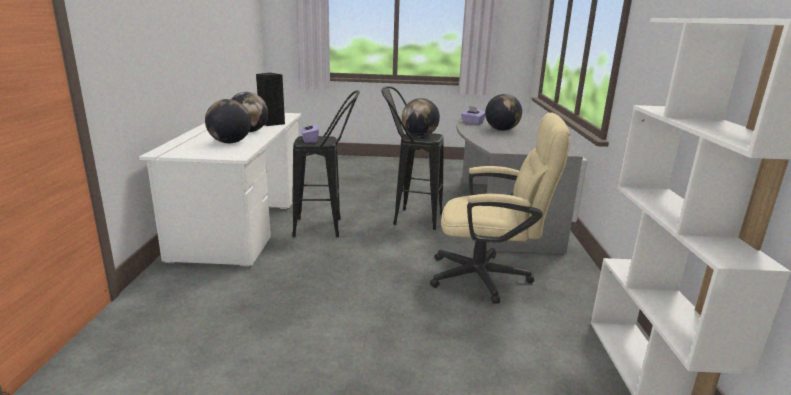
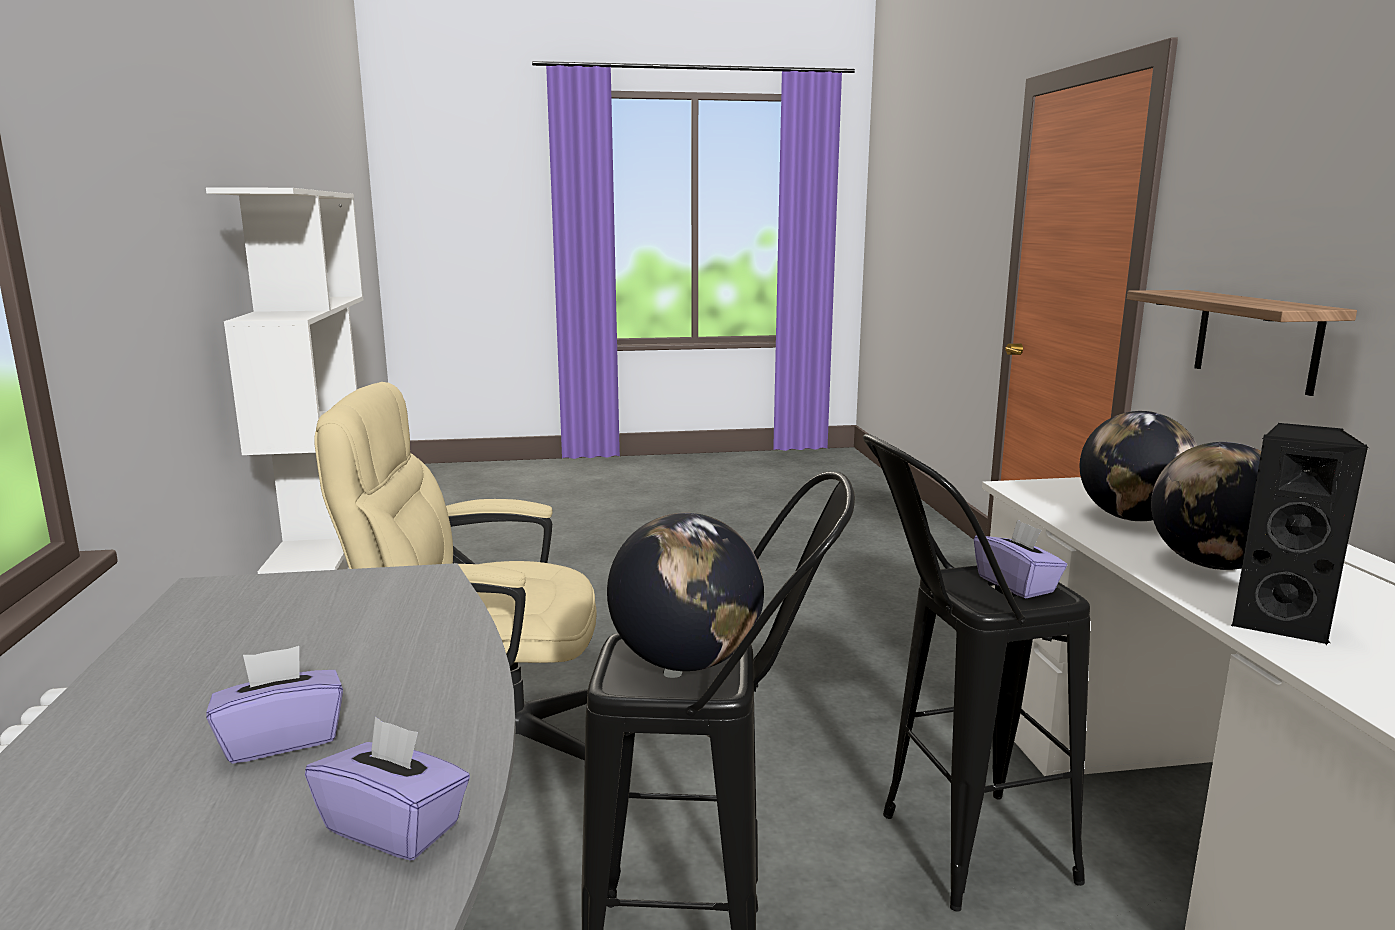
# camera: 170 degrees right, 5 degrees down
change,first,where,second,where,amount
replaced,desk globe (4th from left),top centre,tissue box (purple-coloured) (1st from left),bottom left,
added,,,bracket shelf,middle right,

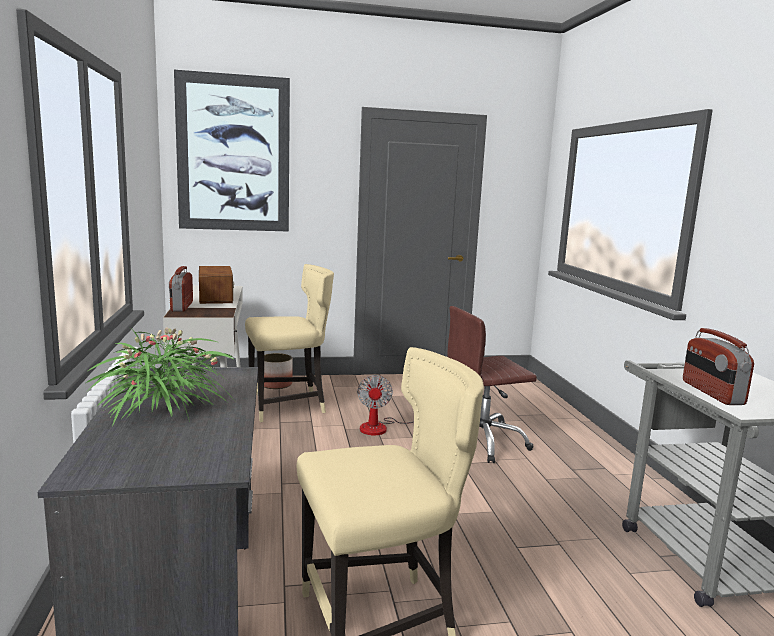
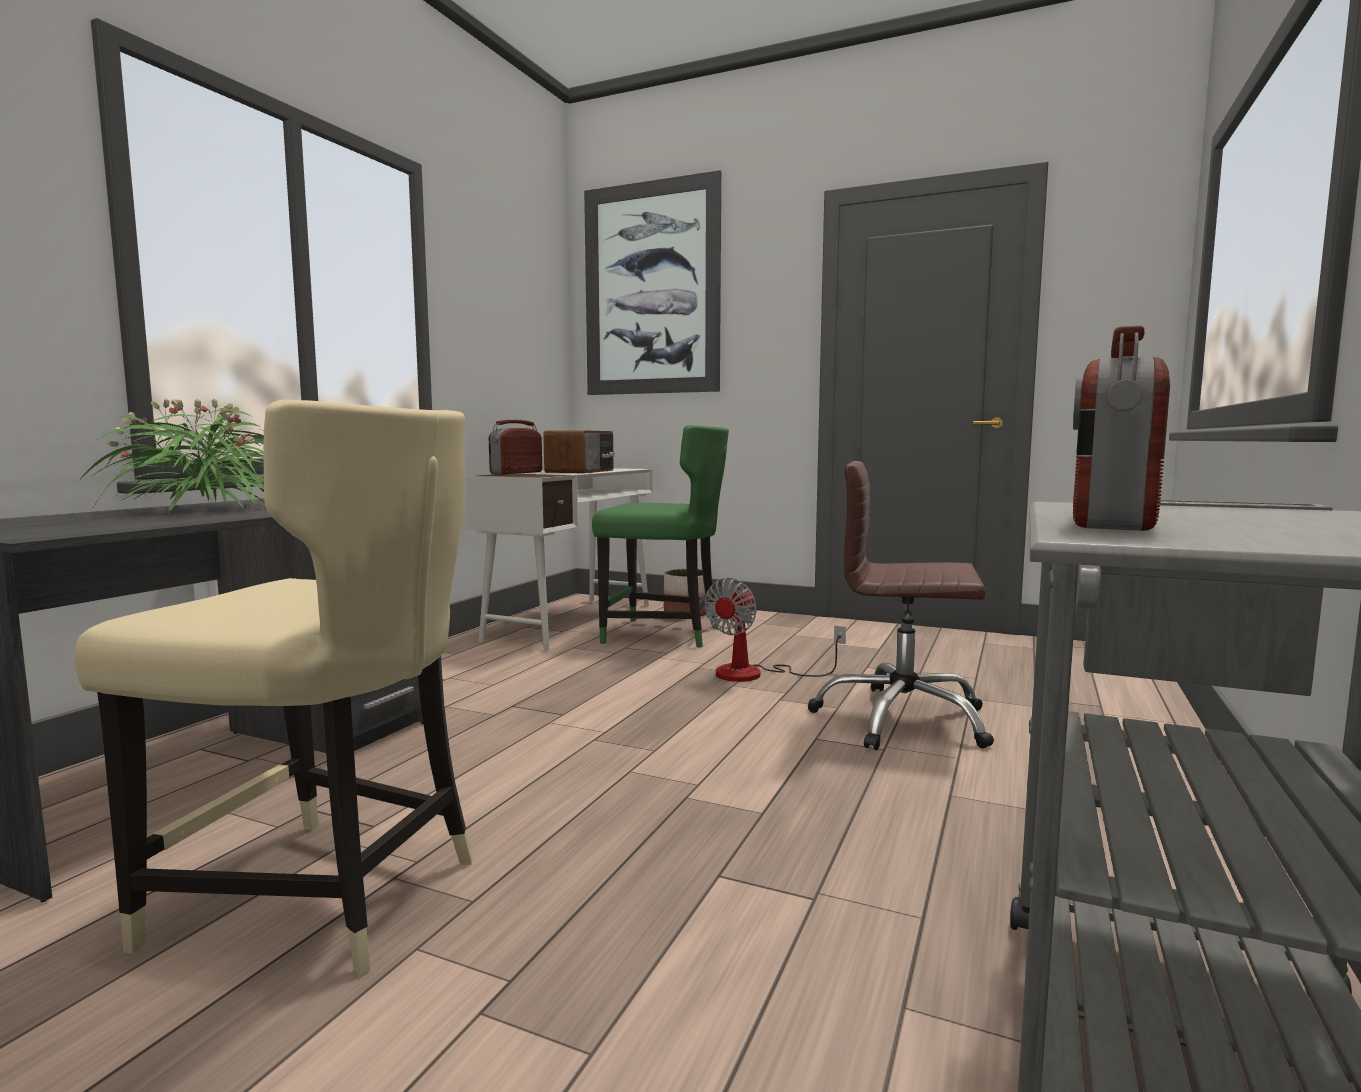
# camera: 35 degrees right, 5 degrees down
change,first,where,second,where,amount
recoloured,plain chair (sand-coloured) (1st from left),centre,plain chair (greenish),centre,

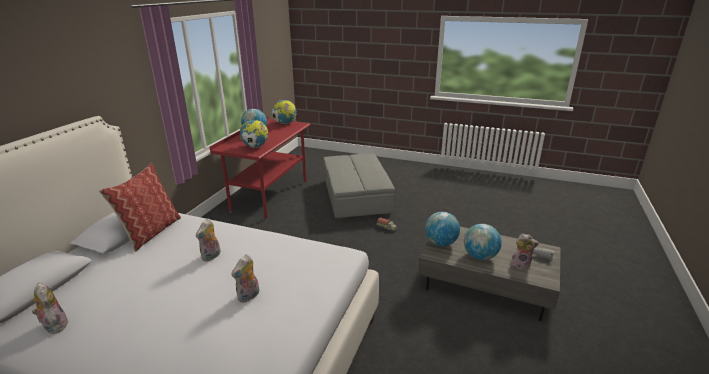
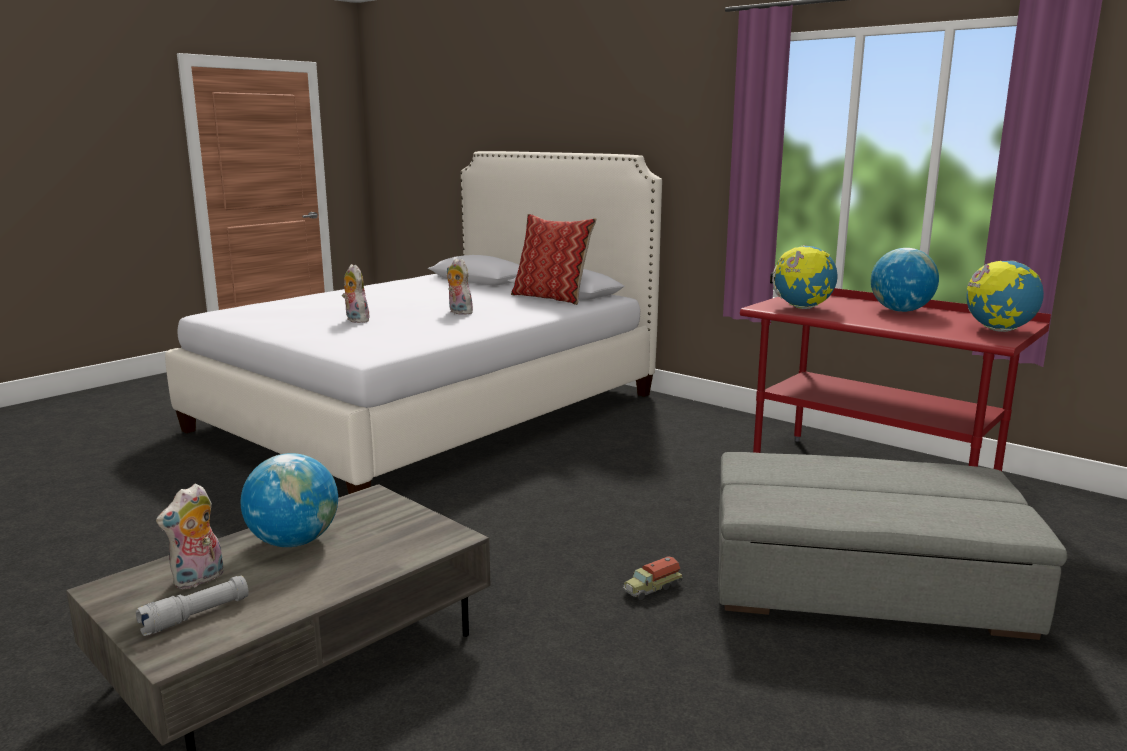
# camera: 110 degrees right, 10 degrees down
change,first,where,second,where,amount
removed,desk globe (4th from left),centre,,,
removed,plush toy (1st from left),bottom left,,,

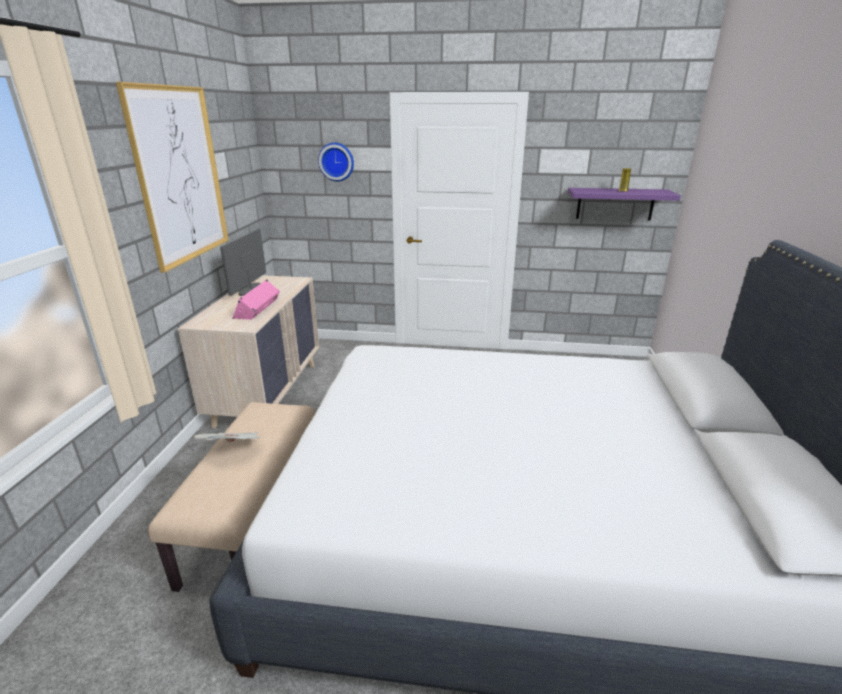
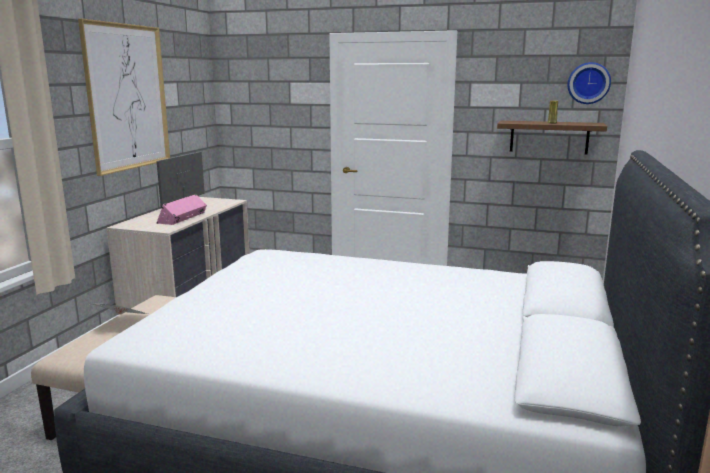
# camera: 10 degrees right, 10 degrees down
change,first,where,second,where,amount
moved,clock on the wall,top centre,,top right,
recoloured,bracket shelf (purple-coloured),top right,bracket shelf (brownish),top right,

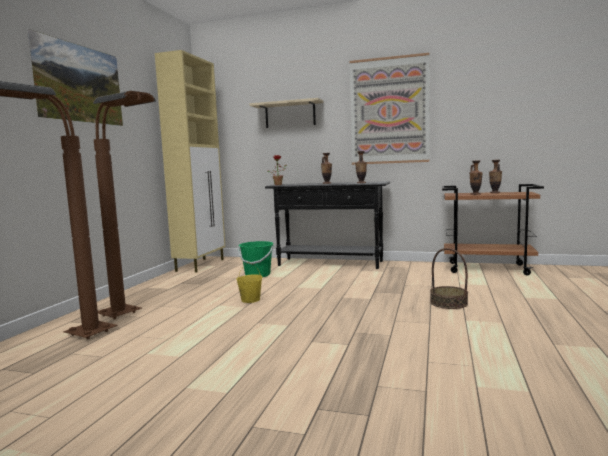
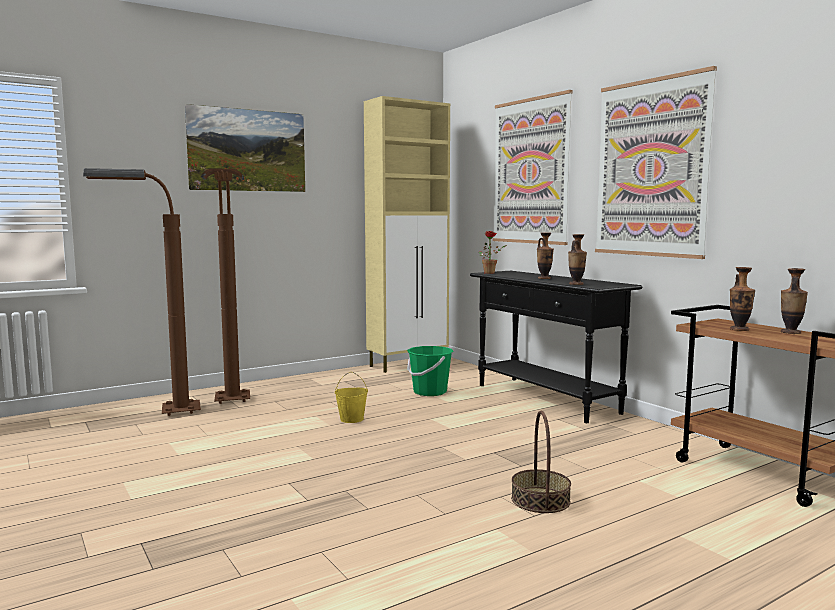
# camera: 40 degrees right, 0 degrees up
change,first,where,second,where,amount
replaced,bracket shelf (sand-coloured),top centre,wall art (2nd from left),top centre,

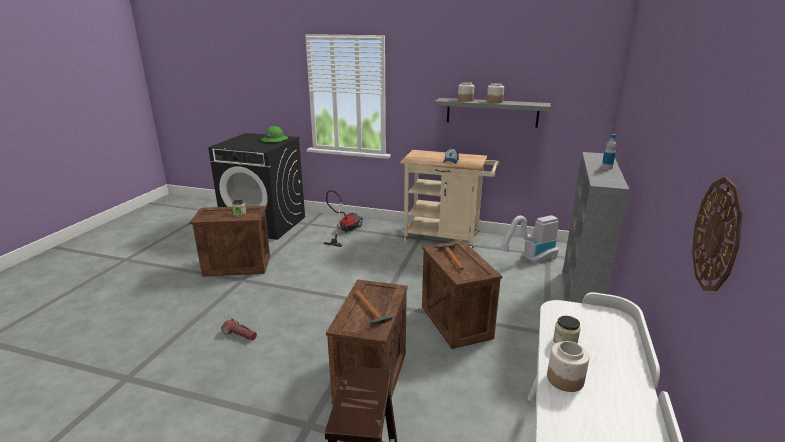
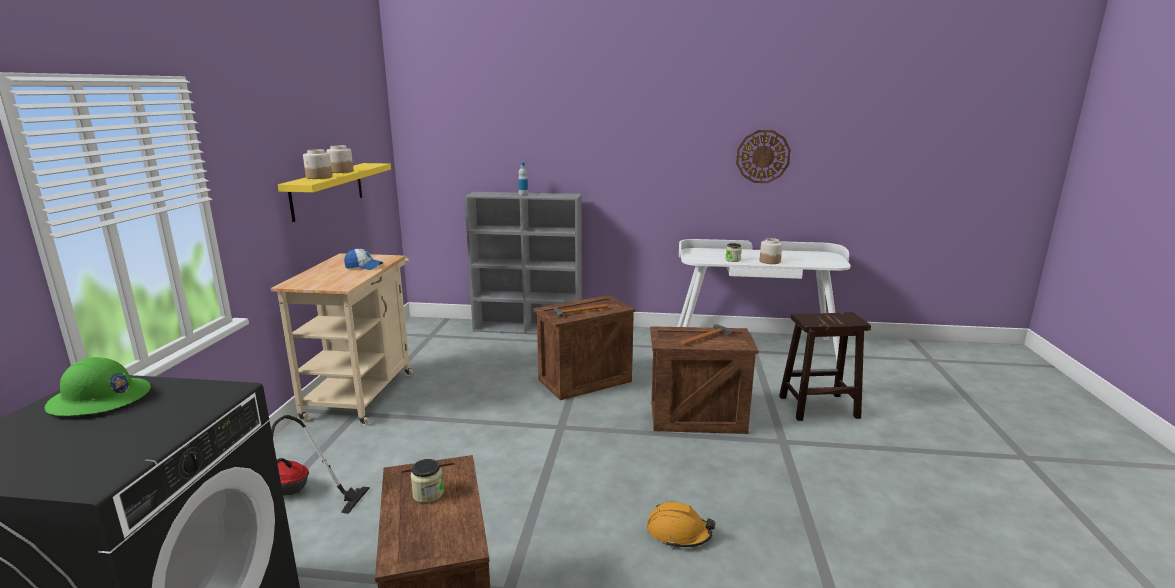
# camera: 100 degrees left, 5 degrees down
change,first,where,second,where,amount
recoloured,bracket shelf (greyish),top centre,bracket shelf (yellow-coloured),top left,
removed,hoover (2nd from left),middle right,,,
replaced,torch,bottom left,hard hat (orangey),bottom centre,

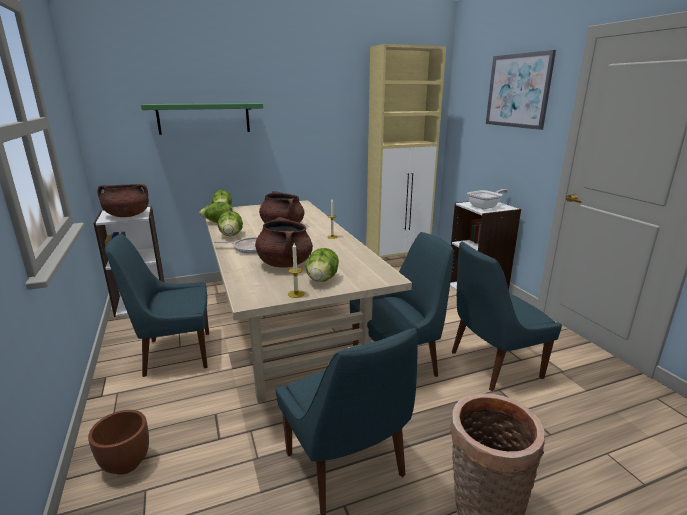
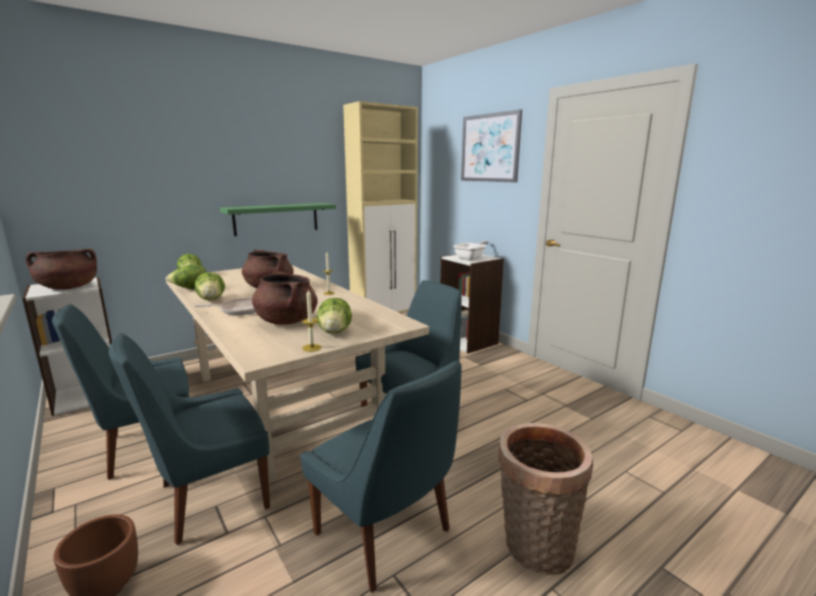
# camera: 15 degrees left, 5 degrees down
change,first,where,second,where,amount
moved,bracket shelf (greenish),top left,,centre,
moved,plain chair (blue) (4th from left in the first image),middle right,plain chair (blue) (2nd from left),bottom left,

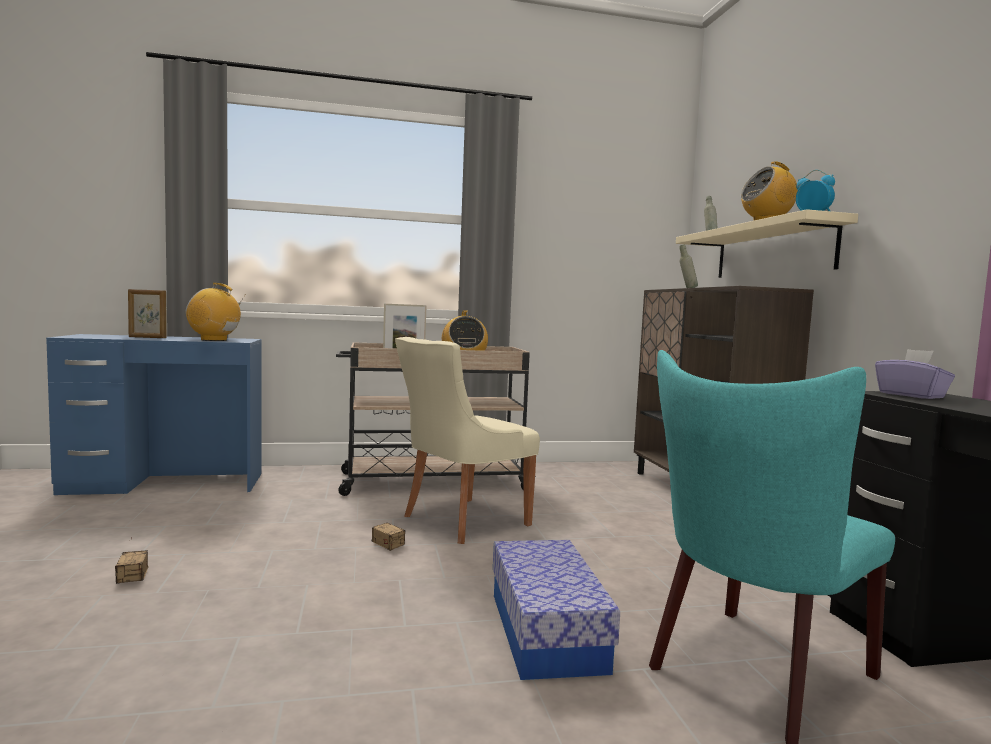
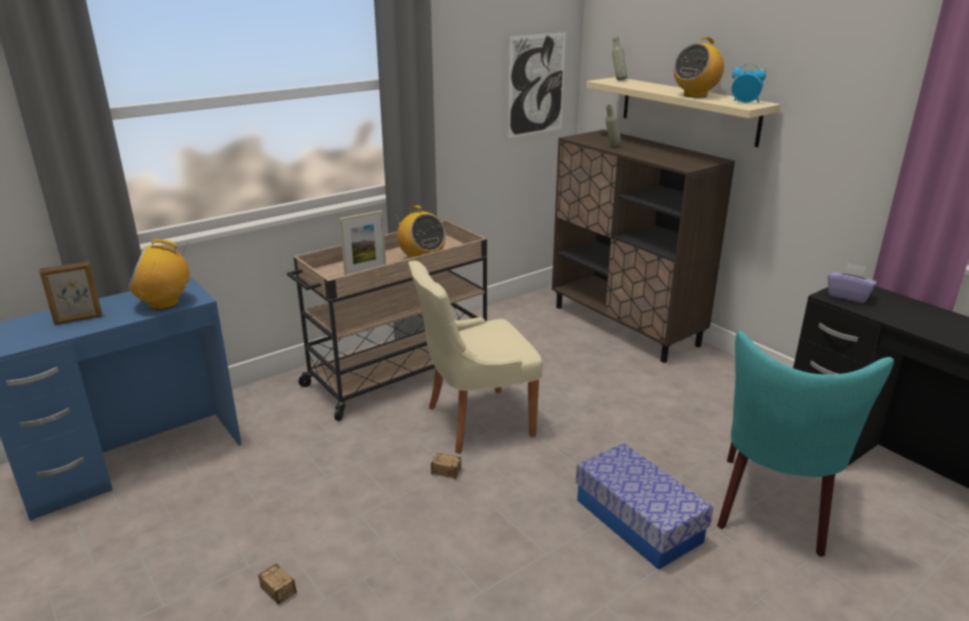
# camera: 25 degrees left, 20 degrees up
change,first,where,second,where,amount
turned,plain chair (sand-coloured),centre,,centre,45 degrees clockwise
added,,,wall art,top centre,

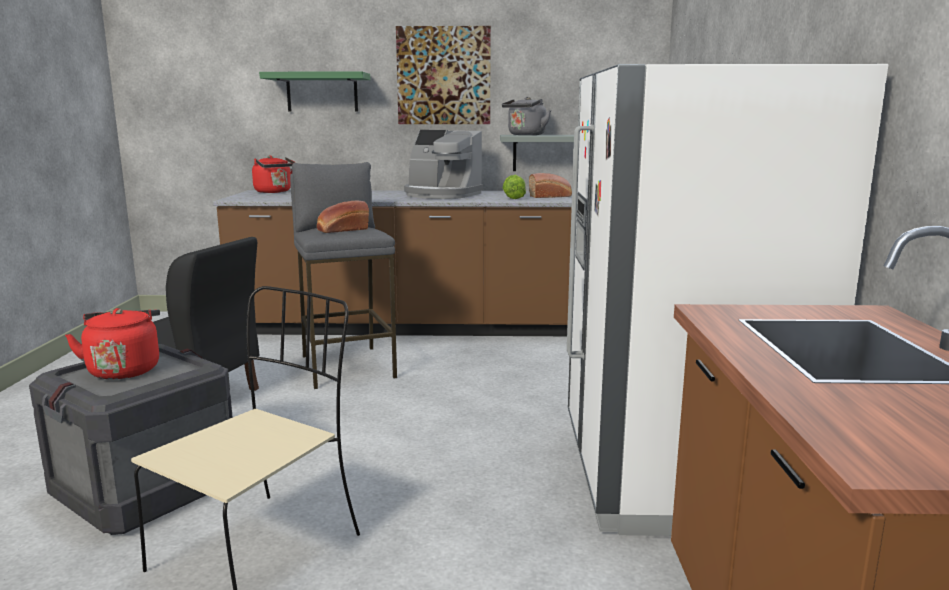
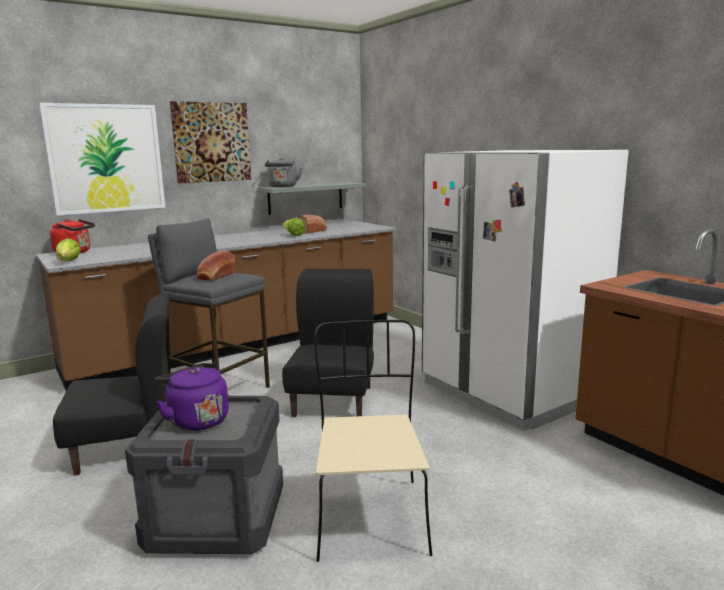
# camera: 35 degrees left, 0 degrees up
change,first,where,second,where,amount
replaced,bracket shelf (greenish),top left,wall art (1st from left),top left,
removed,coffee machine,top centre,,,
recoloured,tea kettle (red) (1st from left),middle left,tea kettle (purple-coloured),bottom left,
added,,,lettuce head (1st from left),middle left,
added,,,plain chair (black) (2nd from left),centre,

